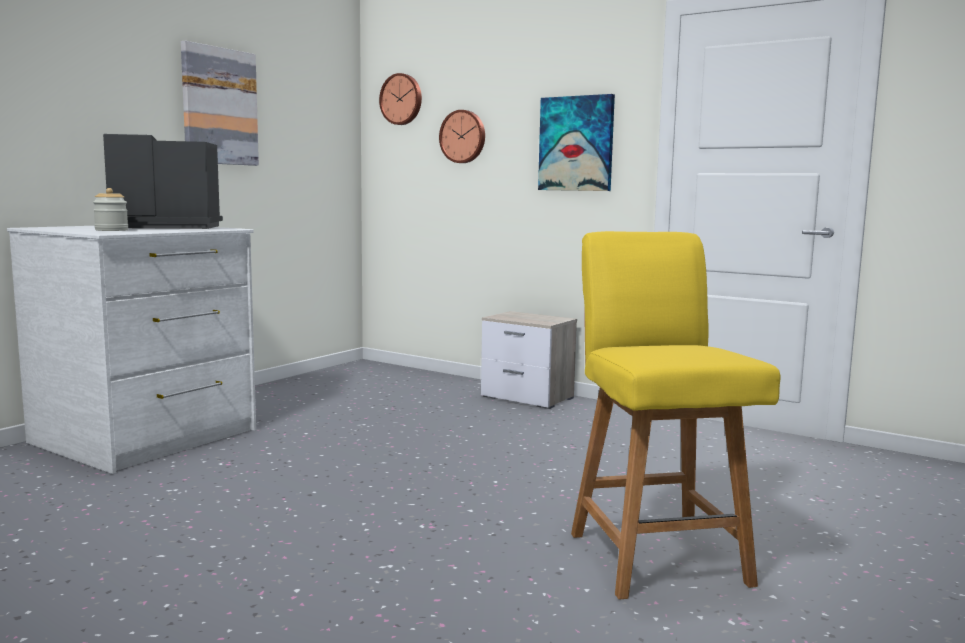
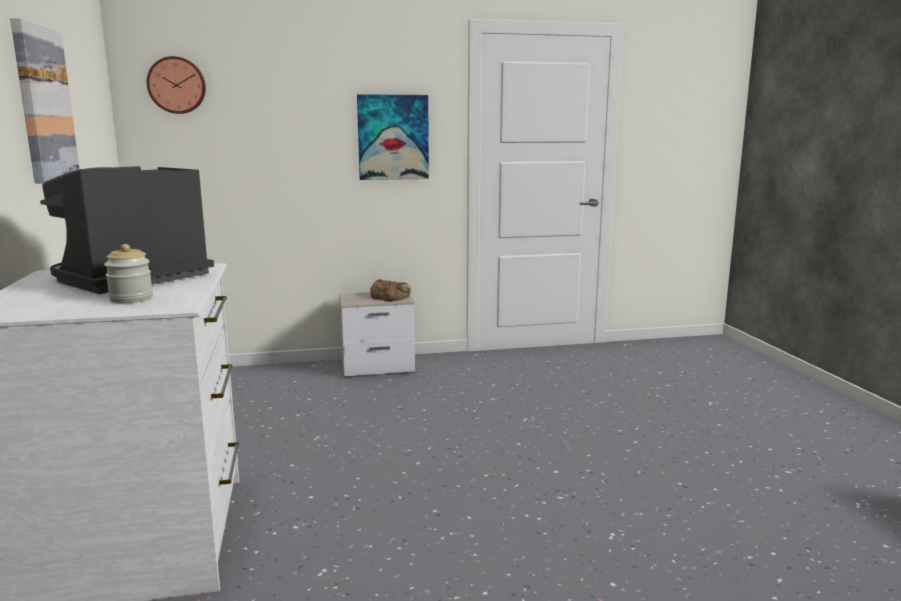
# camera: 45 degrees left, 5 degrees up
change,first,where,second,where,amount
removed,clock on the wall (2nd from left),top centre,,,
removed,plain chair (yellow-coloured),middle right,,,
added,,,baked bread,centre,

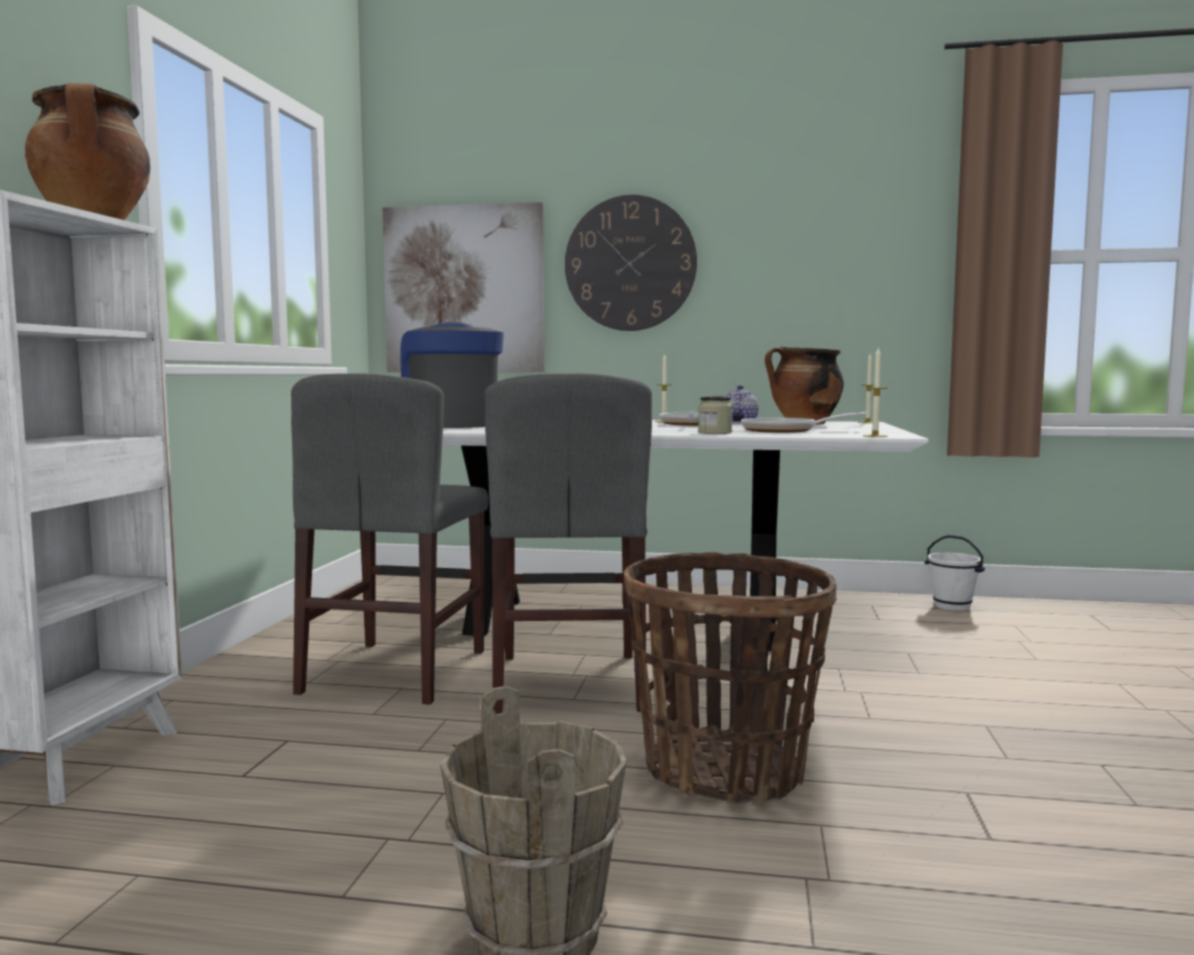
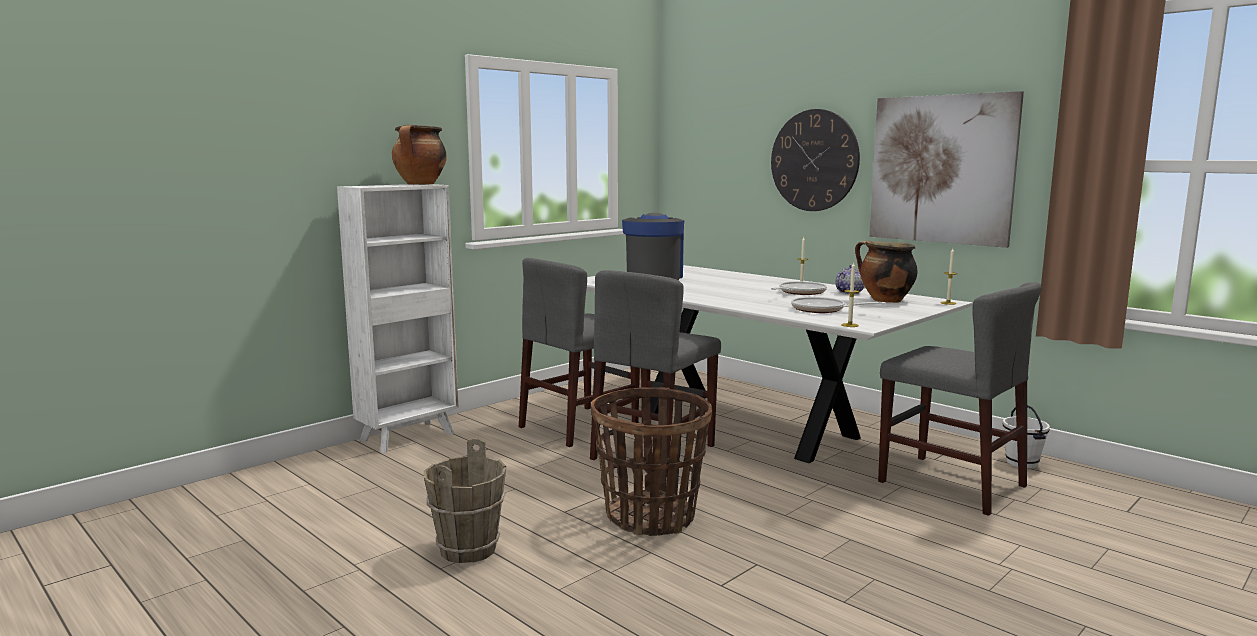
# camera: 35 degrees right, 5 degrees up
change,first,where,second,where,amount
moved,wall art,top centre,,top right,
removed,storage jar,centre,,,
added,,,plain chair (greyish) (3rd from left),middle right,

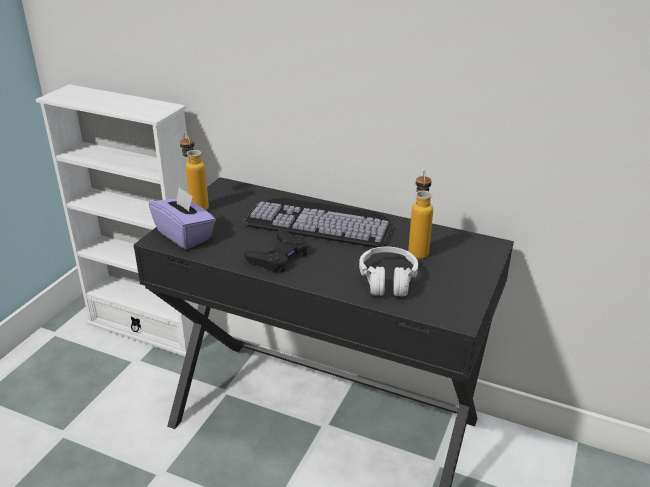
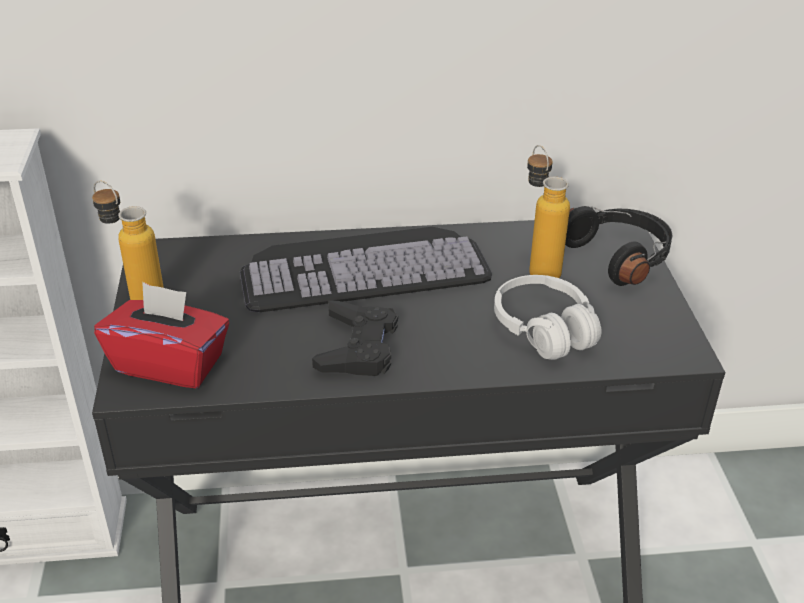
# camera: 30 degrees left, 5 degrees up
change,first,where,second,where,amount
recoloured,tissue box (purple-coloured),middle left,tissue box (red),middle left,
added,,,headset (black),middle right,

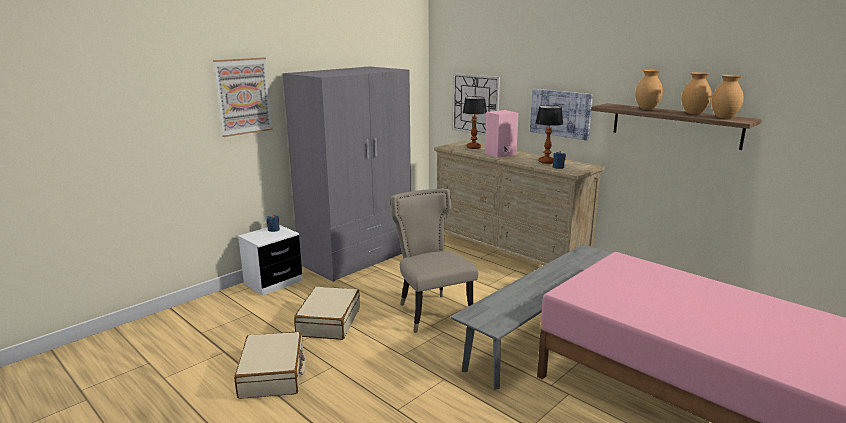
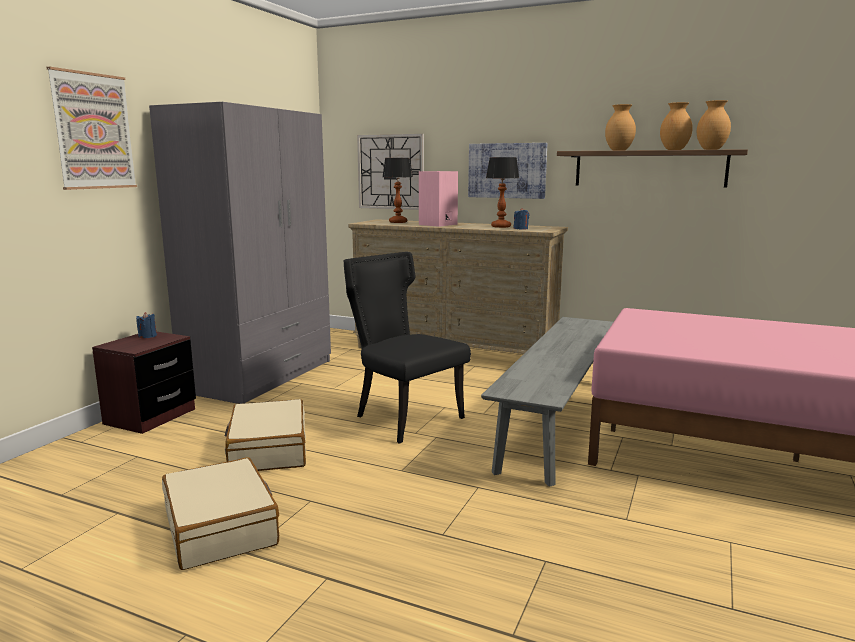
# camera: 20 degrees left, 5 degrees down
change,first,where,second,where,amount
recoloured,plain chair (sand-coloured),centre,plain chair (black),centre,
recoloured,nightstand (white-coloured),middle left,nightstand (brownish),middle left,

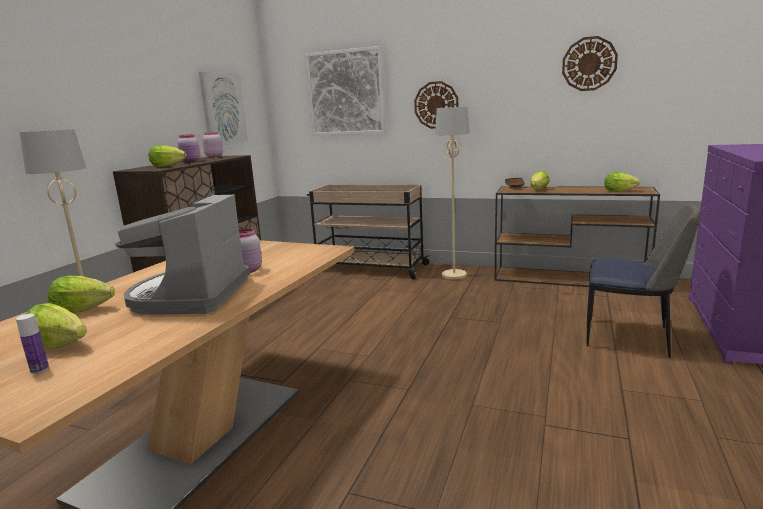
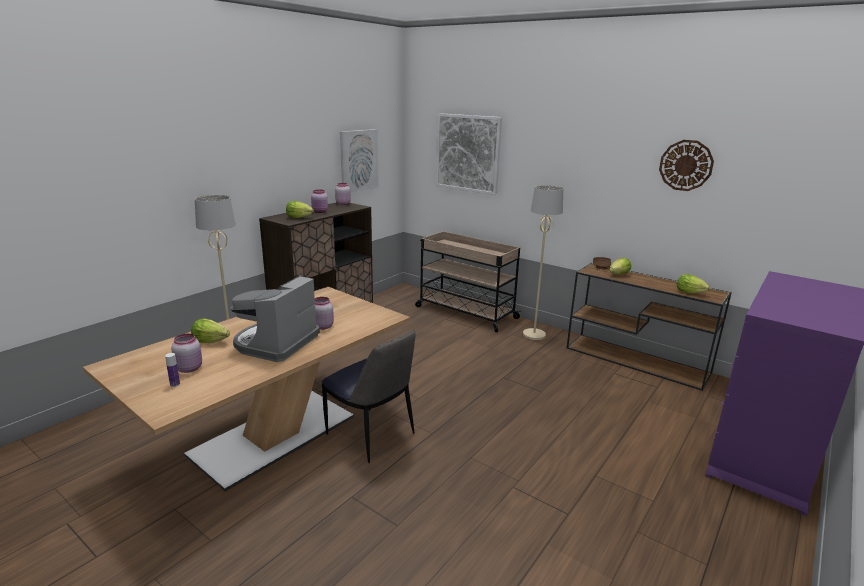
# camera: 15 degrees right, 5 degrees up
change,first,where,second,where,amount
removed,clock on the wall (1st from left),top centre,,,
moved,plain chair,middle right,,bottom centre,
replaced,lettuce head (1st from left),middle left,storage jar (pinkish) (1st from left),middle left,

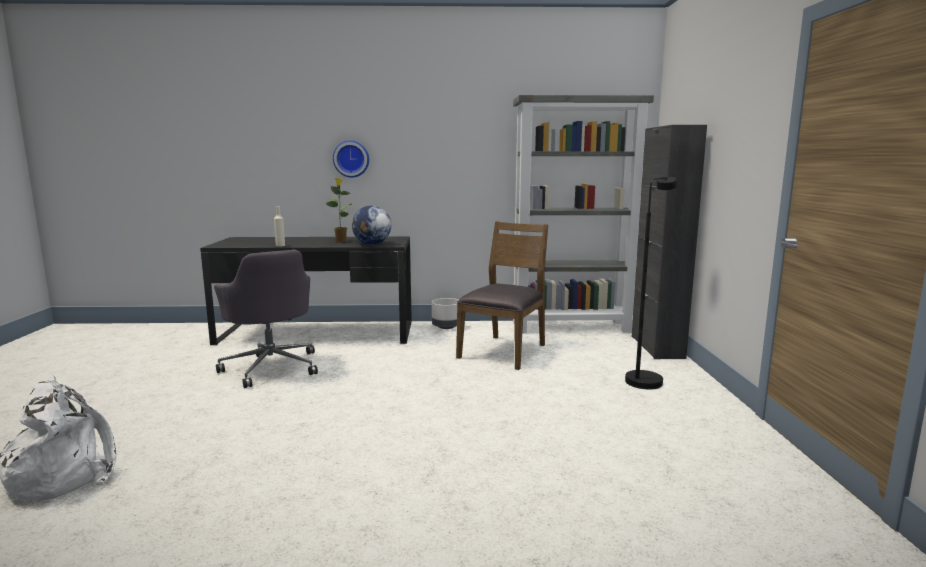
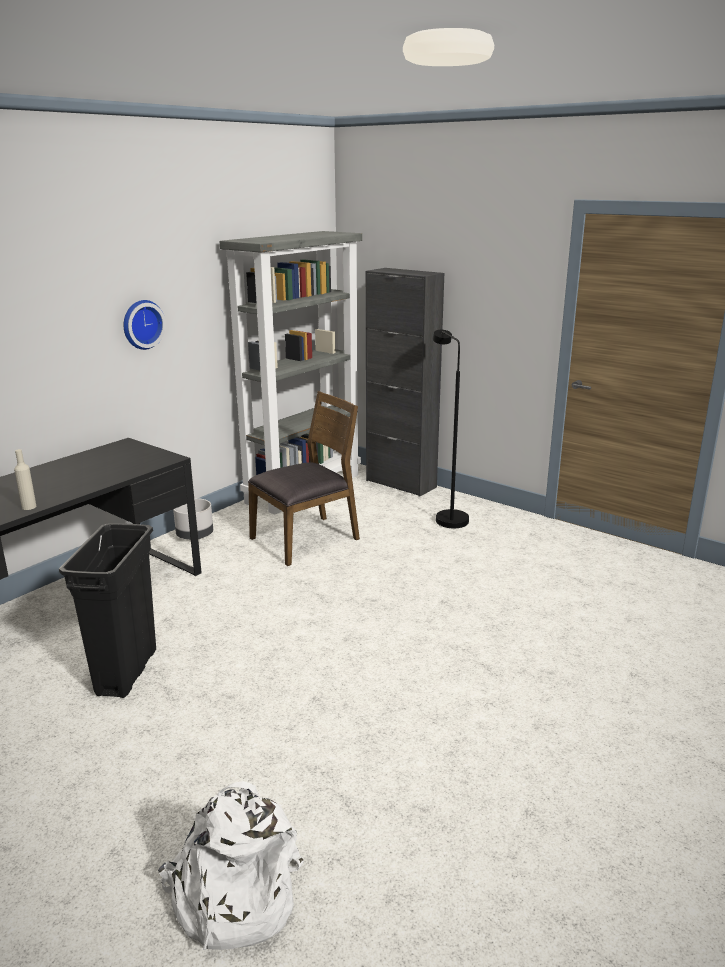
# camera: 50 degrees left, 10 degrees up
change,first,where,second,where,amount
moved,clock on the wall,top centre,,middle left,
removed,houseplant,centre,,,
removed,desk globe,centre,,,
turned,plain chair (brownish),centre,,centre,75 degrees clockwise
replaced,office chair (greyish),middle left,waste bin (black),middle left,

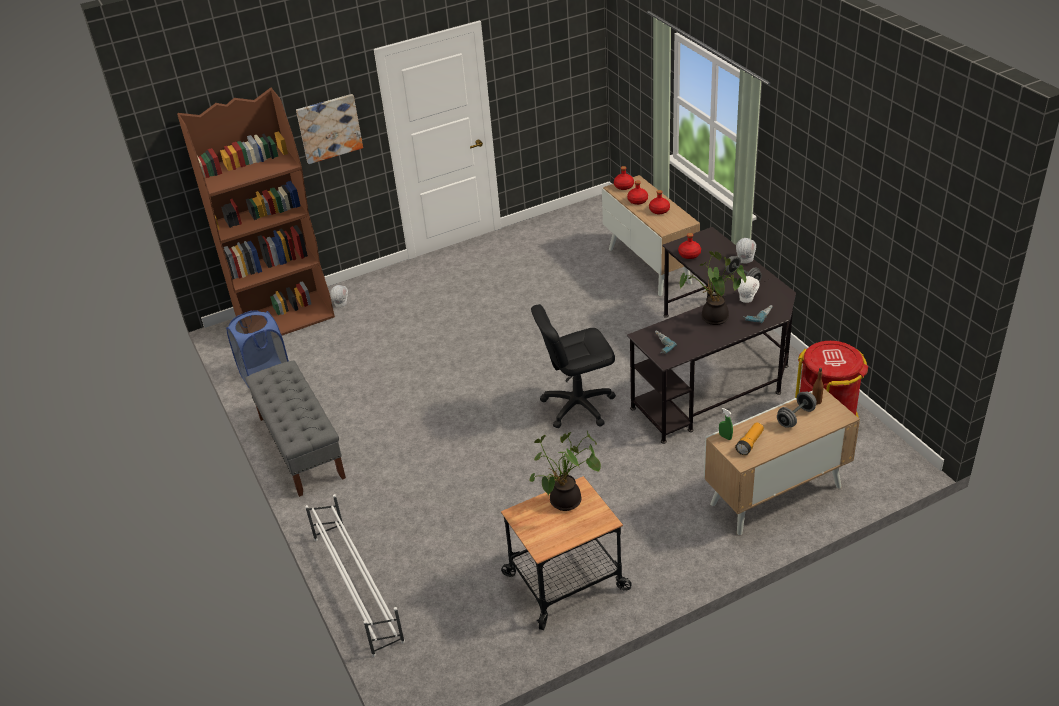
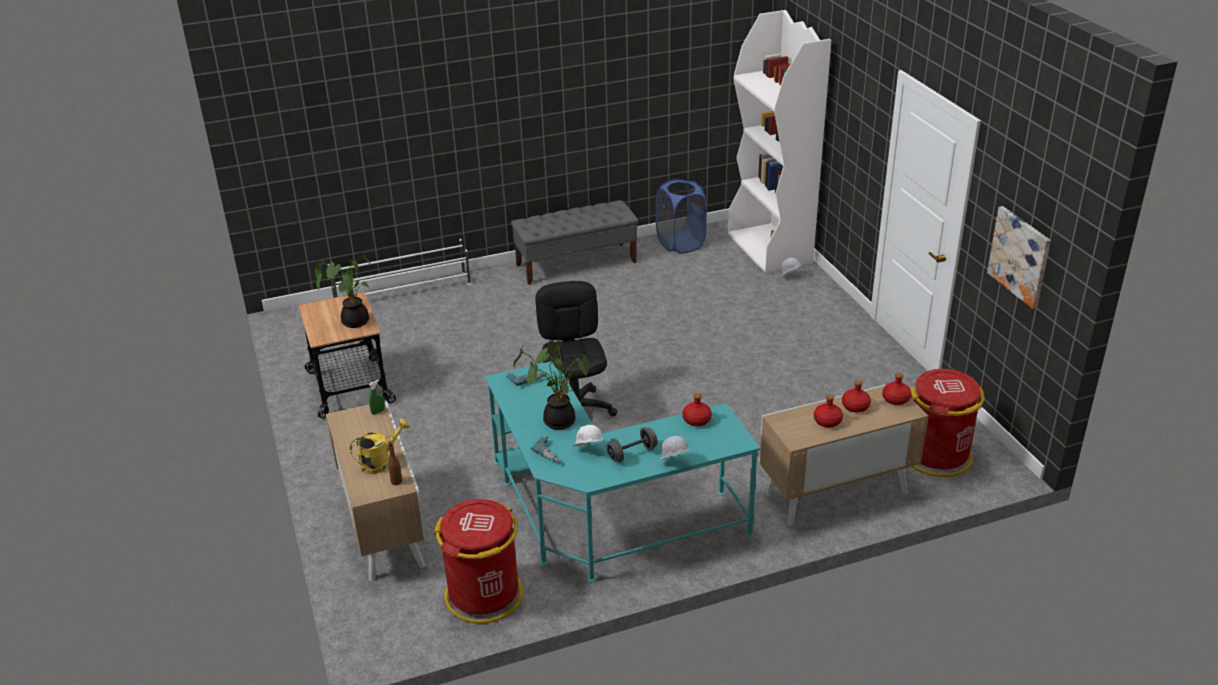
# camera: 95 degrees right, 5 degrees down
change,first,where,second,where,amount
recoloured,bookcase (brownish),top left,bookcase (white-coloured),top centre,
moved,wall art,top left,,middle right,
recoloured,desk unit (black),middle right,desk unit (blue-green),bottom centre,
replaced,dumbbell (greyish) (2nd from left),middle right,watering pot (yellow-coloured),middle left,
removed,torch,middle right,,,
added,,,waste bin (red) (2nd from left),middle right,

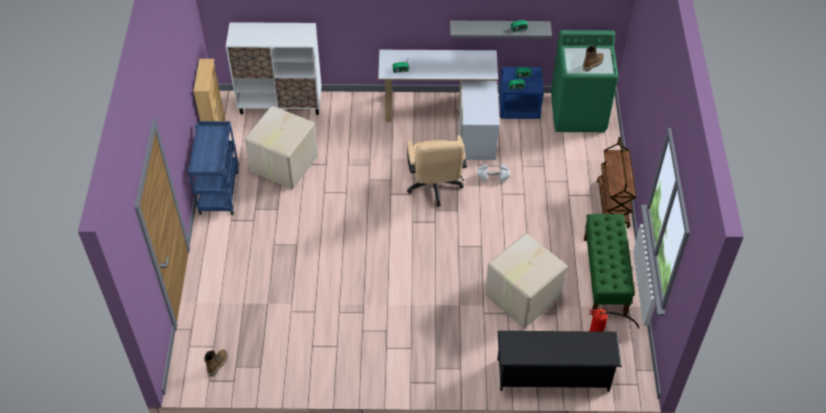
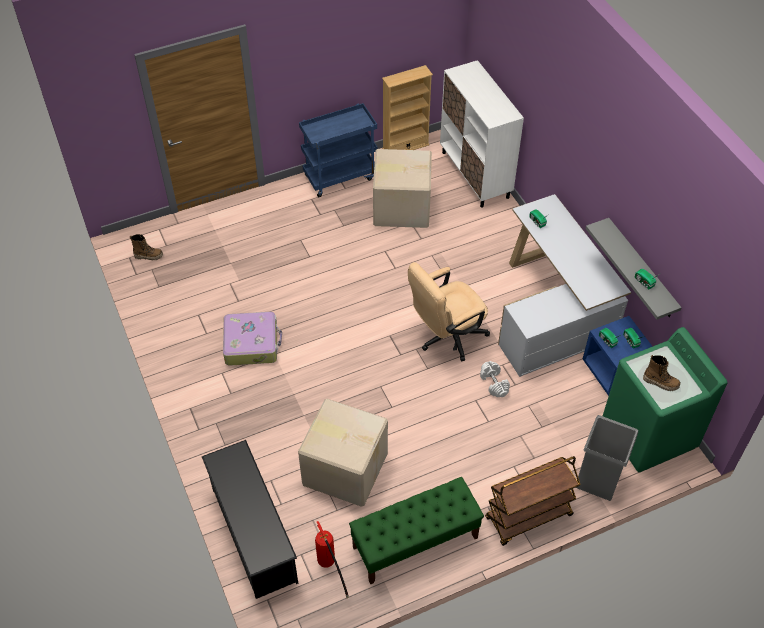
# camera: 65 degrees right, 0 degrees up
change,first,where,second,where,amount
added,,,suitcase,middle left,
added,,,waste bin (greyish),bottom right,

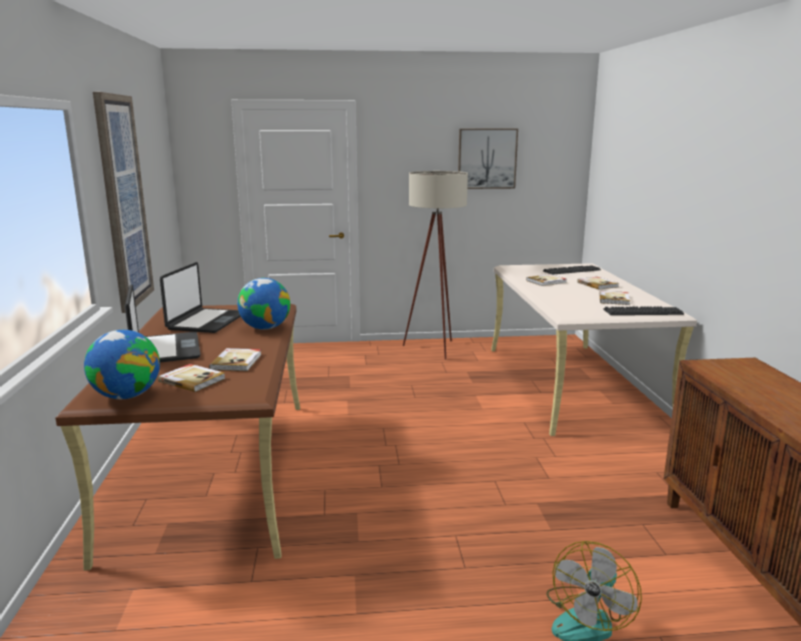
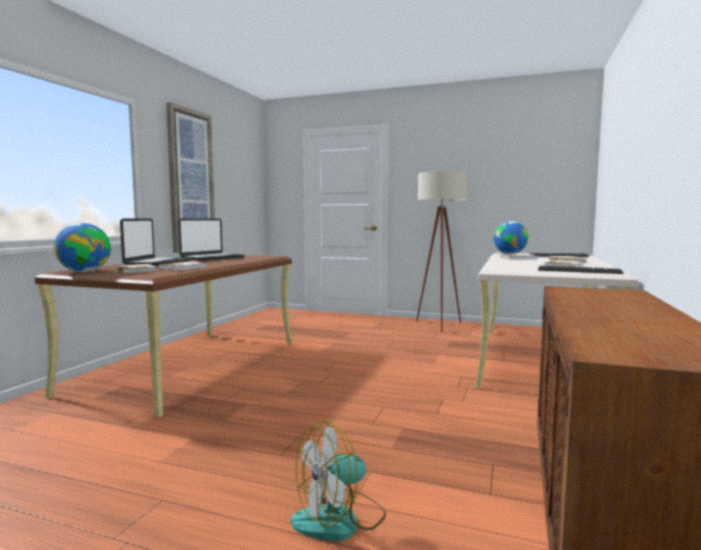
# camera: 25 degrees right, 10 degrees down
change,first,where,second,where,amount
removed,wall art (2nd from left),top centre,,,
moved,desk globe (2nd from left),middle left,,middle right,

